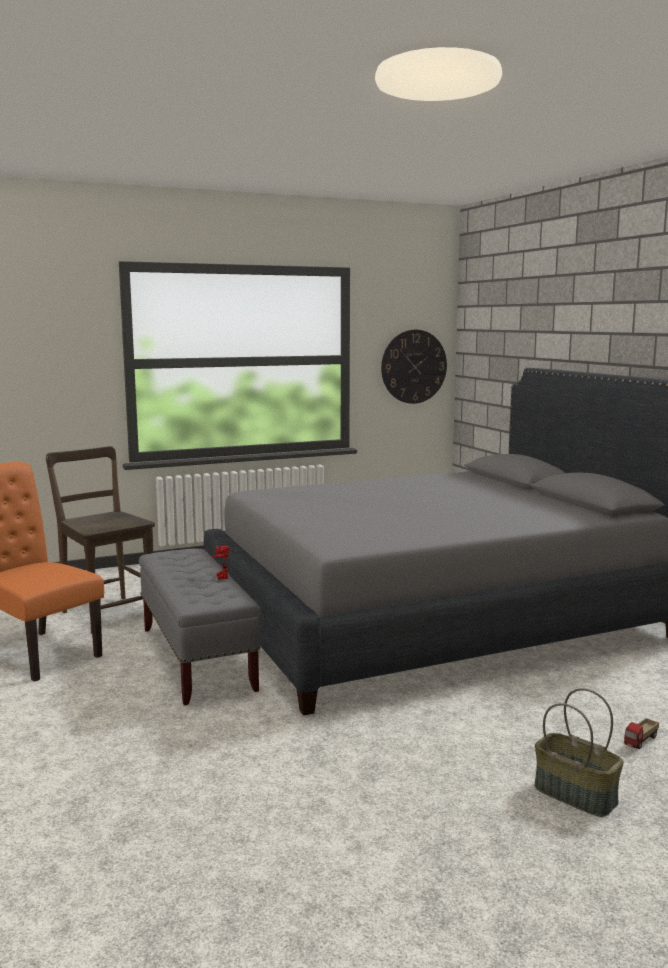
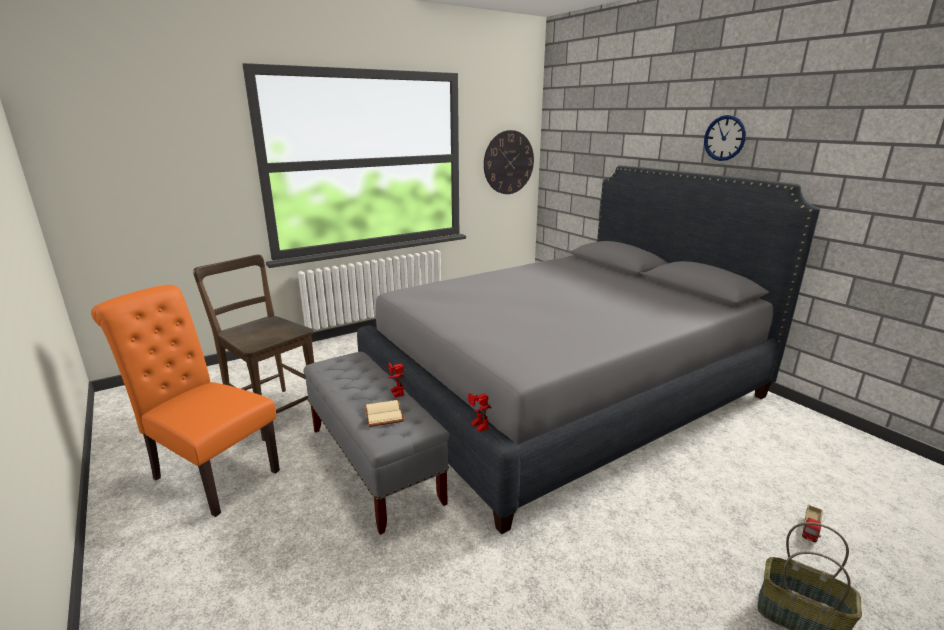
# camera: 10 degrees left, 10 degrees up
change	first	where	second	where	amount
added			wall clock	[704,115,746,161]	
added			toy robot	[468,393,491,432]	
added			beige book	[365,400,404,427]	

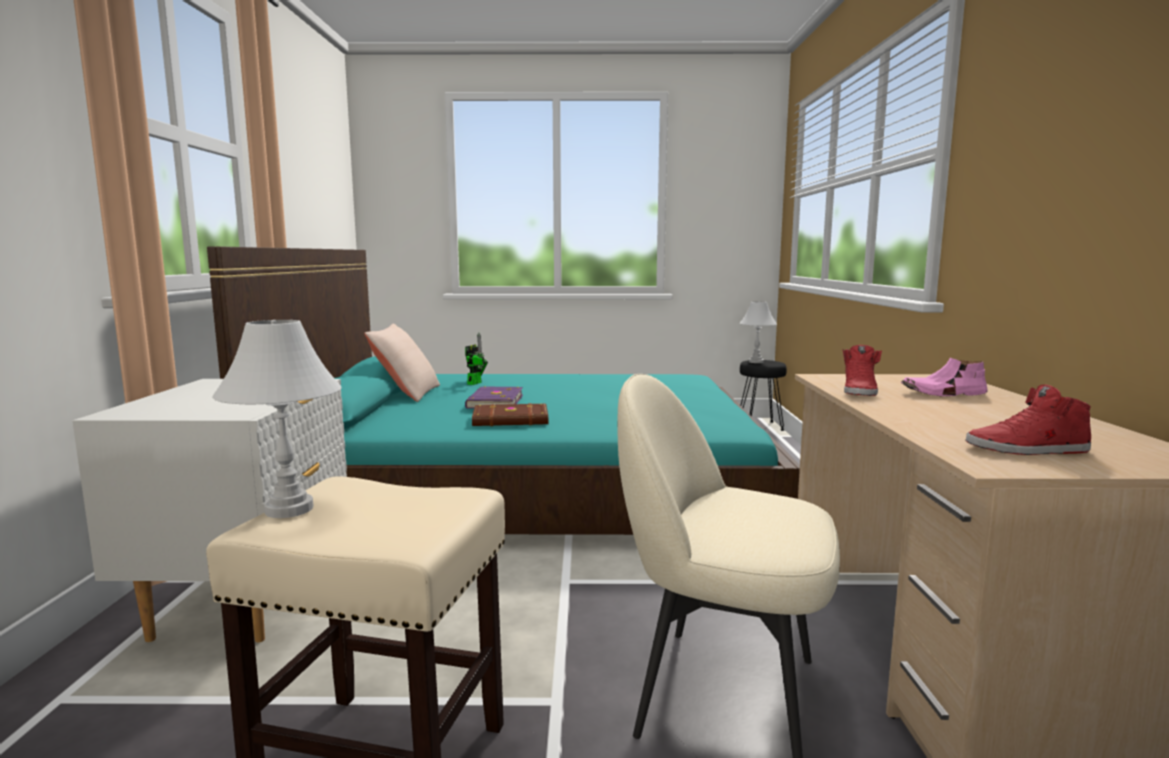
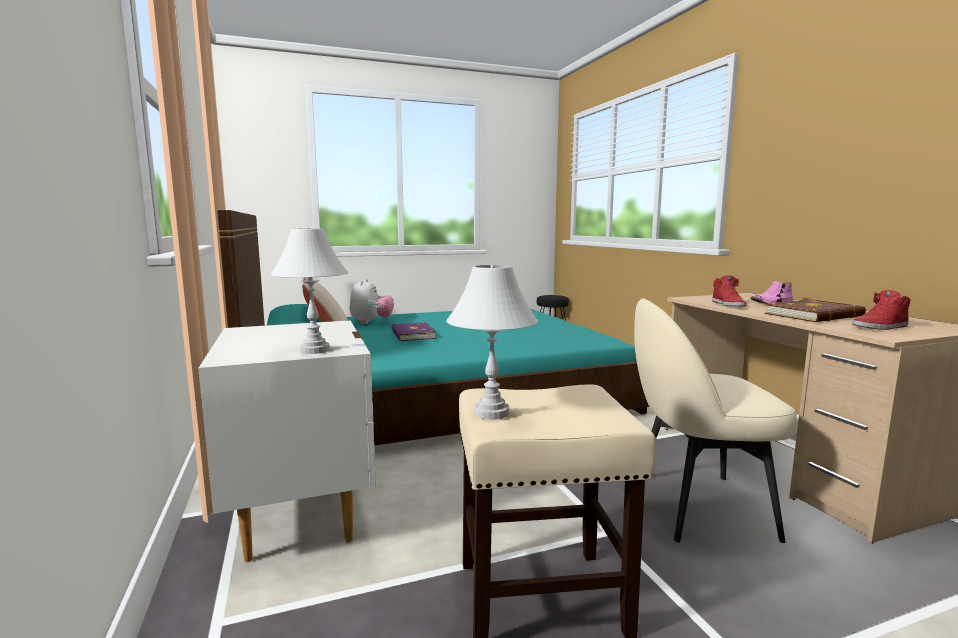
# camera: 20 degrees left, 0 degrees up
change	first	where	second	where	amount
moved	white table lamp	[740,301,777,363]		[270,228,348,354]	
replaced	toy robot	[465,333,488,385]	plush toy	[350,279,394,324]	
moved	brown book	[472,403,548,426]		[764,299,866,322]	

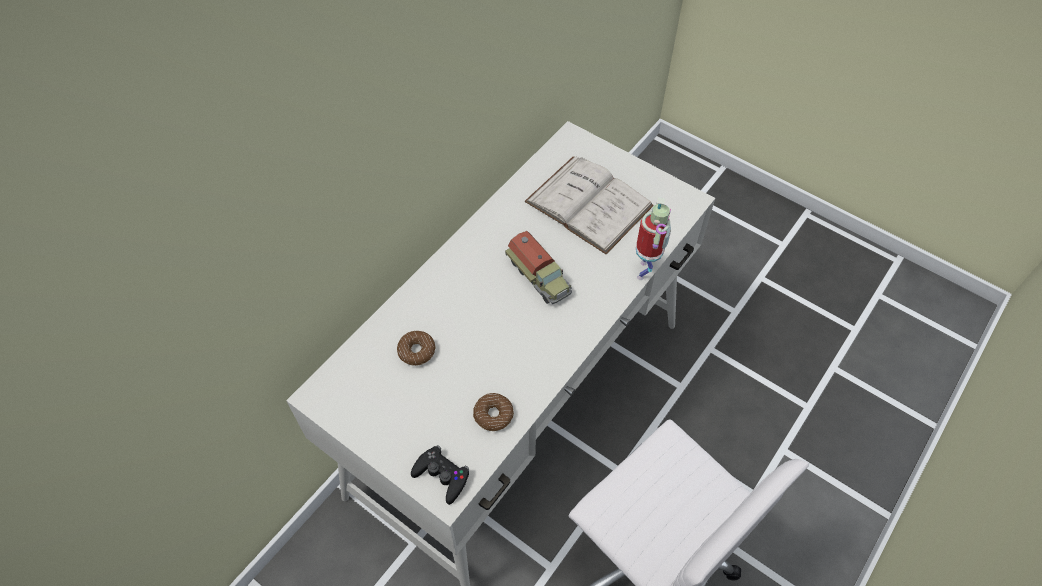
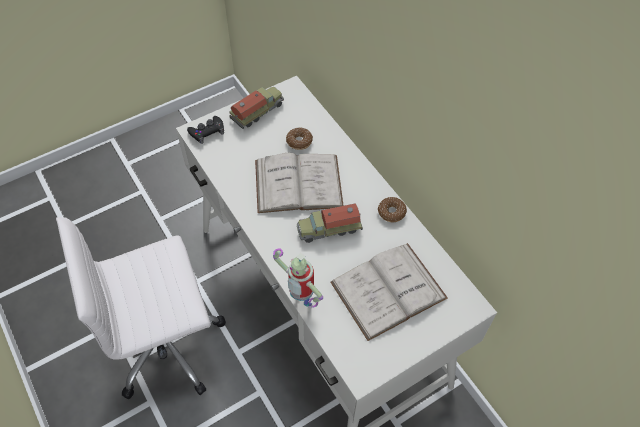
# camera: 110 degrees right, 0 degrees up
change	first	where	second	where	amount
moved	donut	[473,393,514,431]		[378,197,407,222]	
added			toy truck	[229,87,284,129]	
added			white book	[255,153,344,213]	

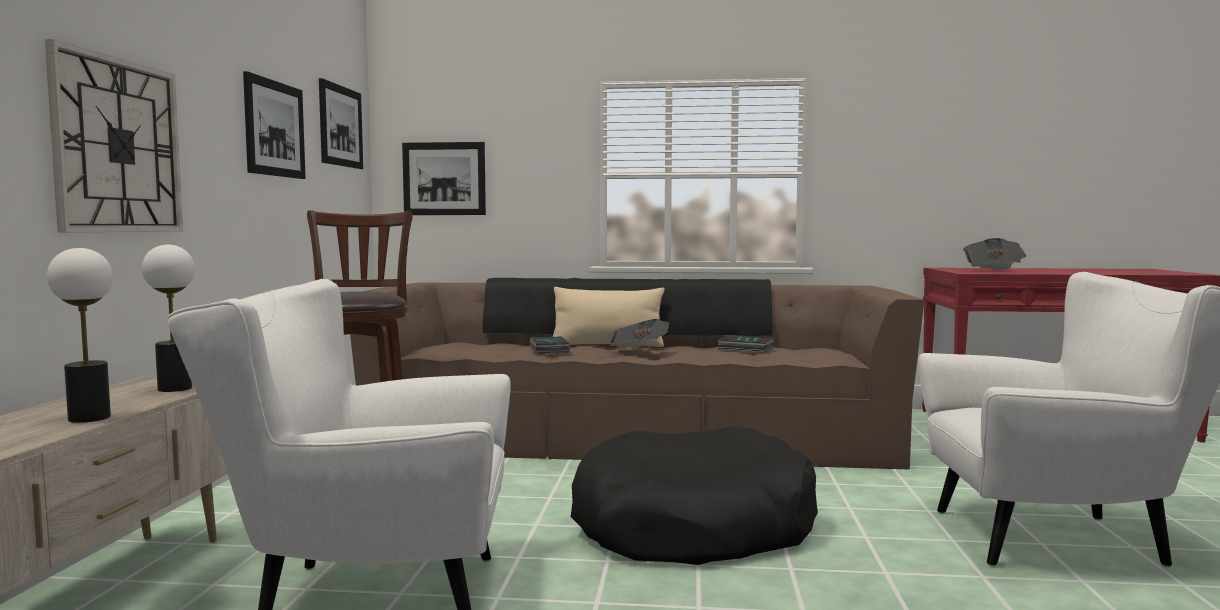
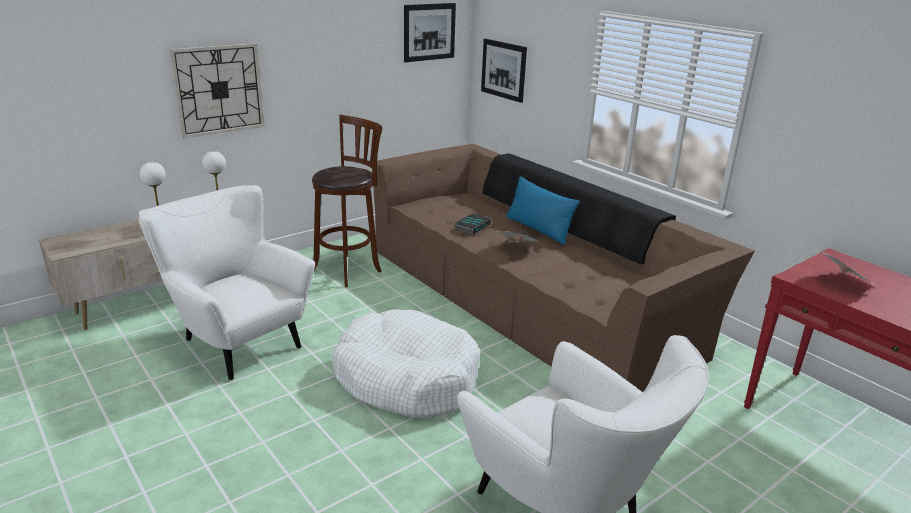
# camera: 45 degrees right, 20 degrees up
change	first	where	second	where	amount
removed	picture	[243,71,306,179]			
recoloured	beige pillow	[553,287,665,347]	blue pillow	[506,176,580,245]	
removed	book	[718,336,774,353]			
recoloured	black dog bed	[571,427,818,565]	white dog bed	[332,309,480,419]	

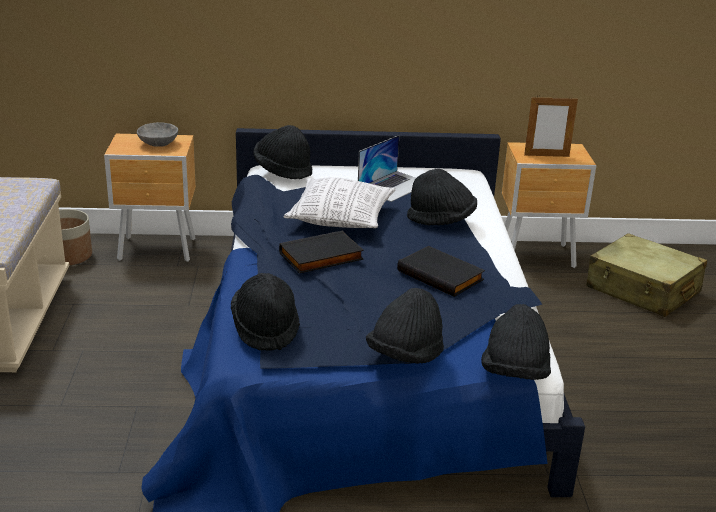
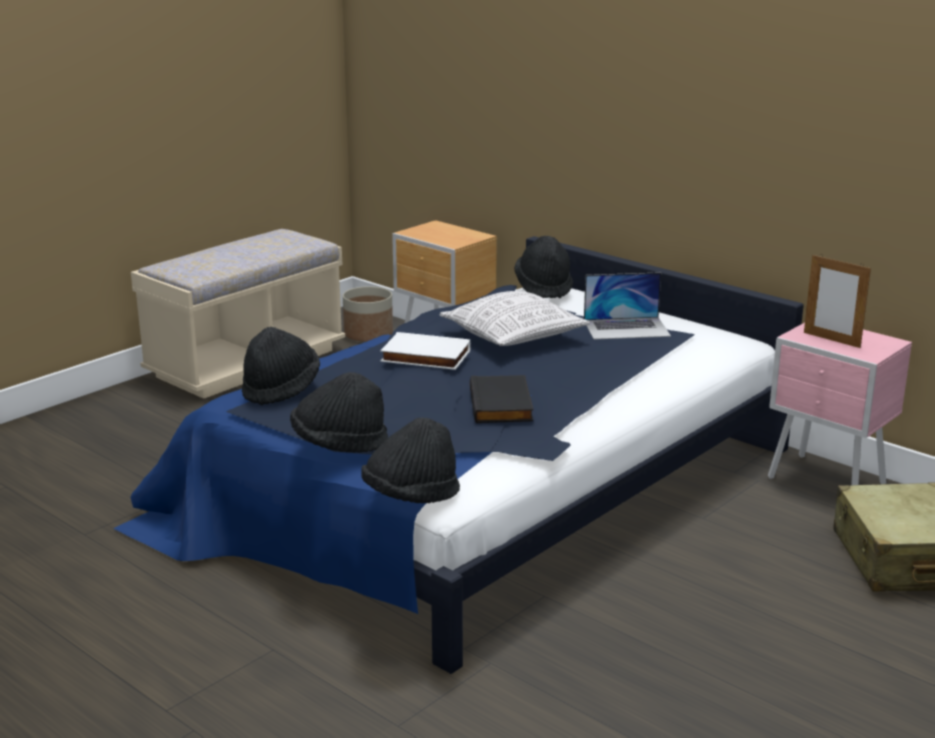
# camera: 45 degrees right, 5 degrees down
change	first	where	second	where	amount
removed	grey bowl	[137,122,178,146]			
recoloured	brown nightstand	[502,142,596,268]	pink nightstand	[768,323,912,485]	
removed	black hat	[407,169,477,225]			
recoloured	black book	[279,231,364,274]	white book	[380,332,471,370]	

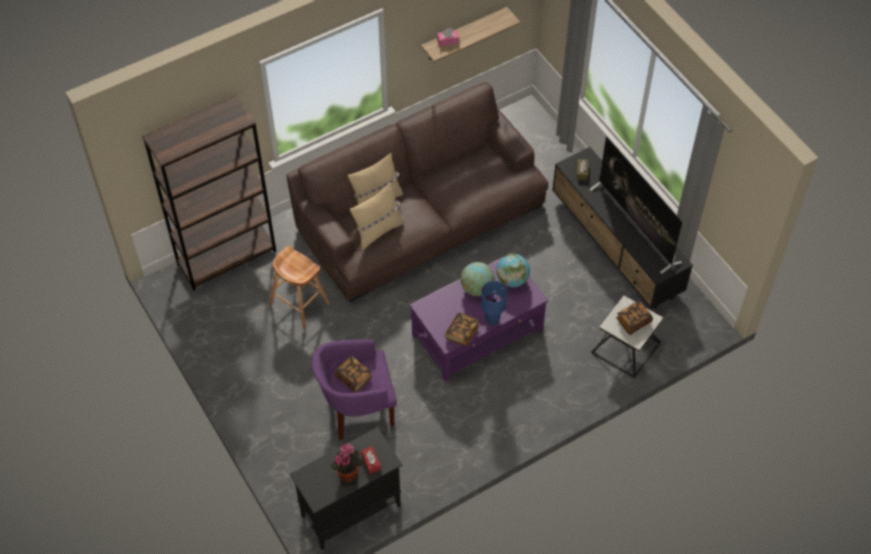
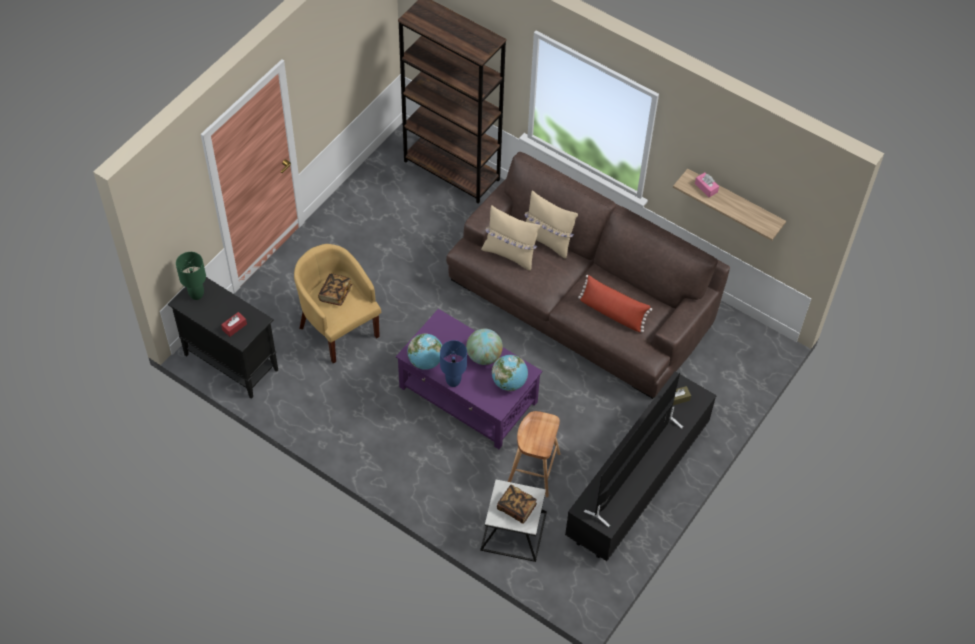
# camera: 65 degrees right, 0 degrees up
change	first	where	second	where	amount
moved	brown stool	[269,246,330,329]		[508,411,561,497]	
replaced	book	[445,313,479,346]	globe	[407,333,442,370]	
recoloured	purple armchair	[312,339,397,441]	yellow armchair	[294,244,381,364]	
removed	potted plant	[331,443,363,482]			
added			green table lamp	[176,252,206,300]	
added			red pillow	[578,275,652,332]	

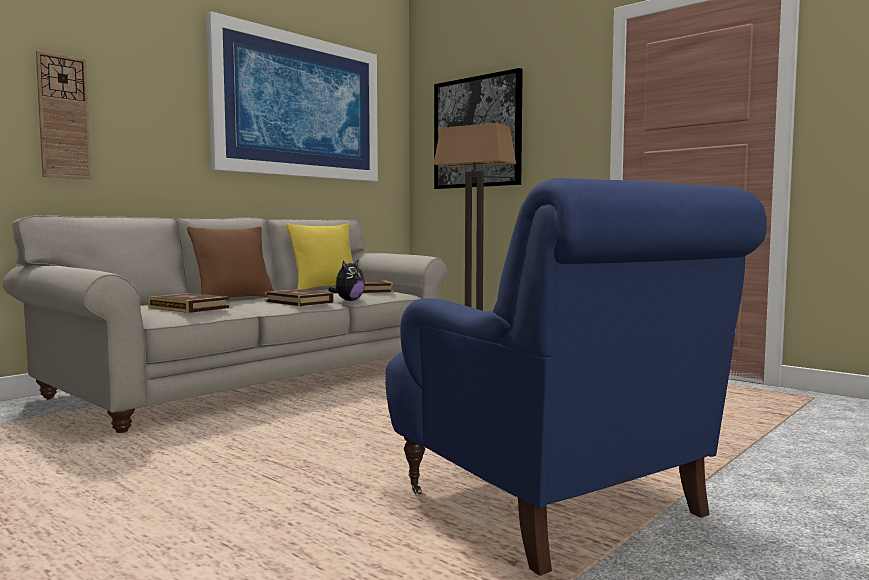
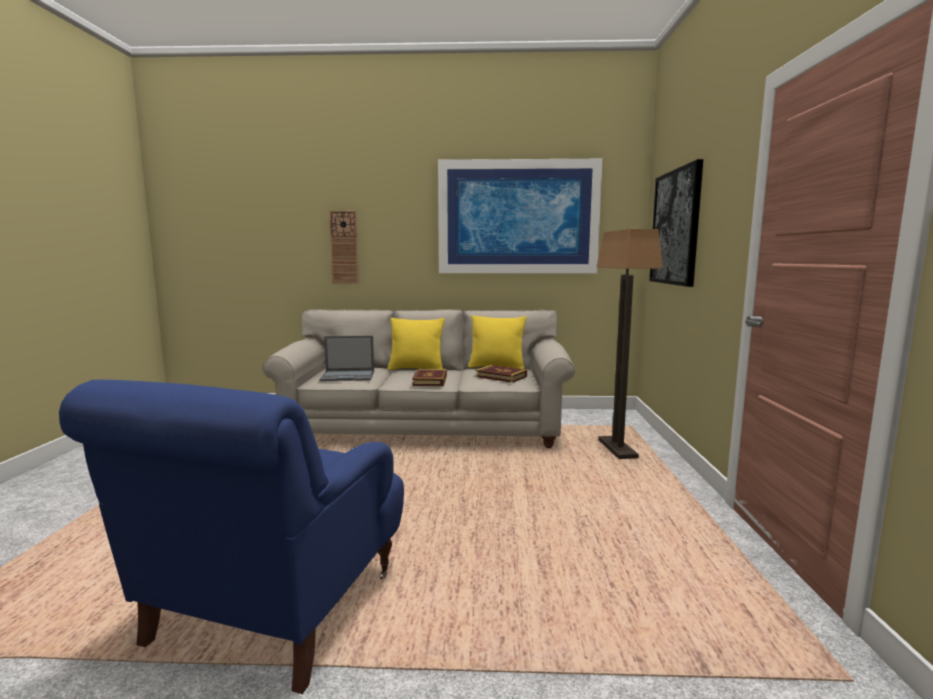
# camera: 50 degrees right, 5 degrees up
change	first	where	second	where	amount
recoloured	brown pillow	[187,226,274,298]	yellow pillow	[387,318,445,370]	
removed	plush toy	[328,260,365,301]			
replaced	book	[148,293,229,313]	laptop	[319,336,374,381]	

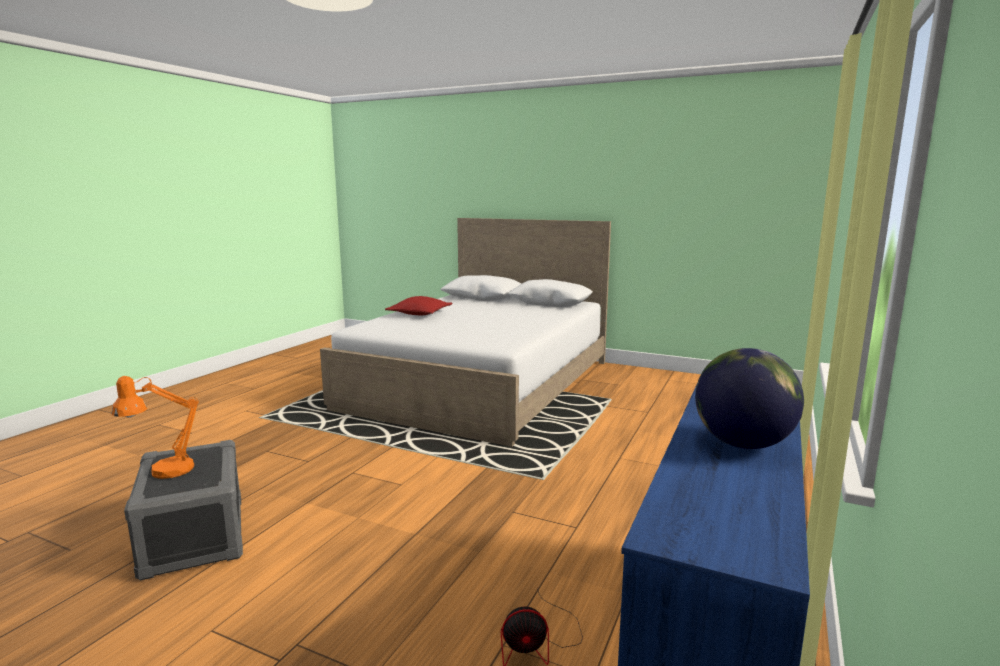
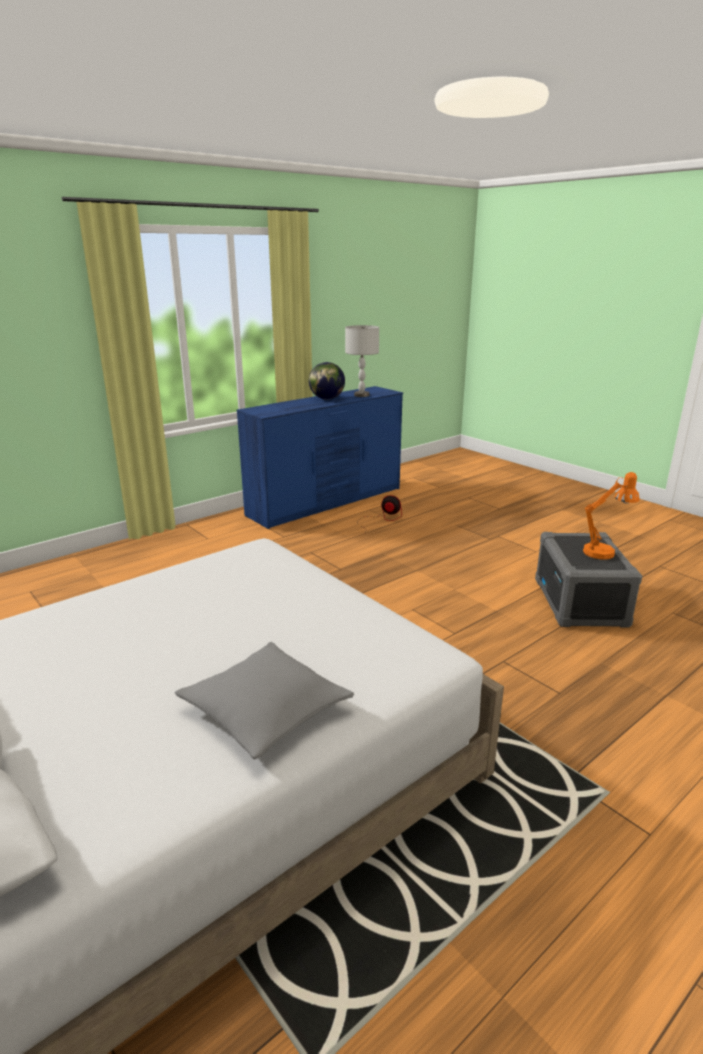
# camera: 155 degrees left, 10 degrees up
change	first	where	second	where	amount
recoloured	red pillow	[385,296,453,315]	grey pillow	[174,642,354,760]	
added			grey table lamp	[345,325,379,397]	

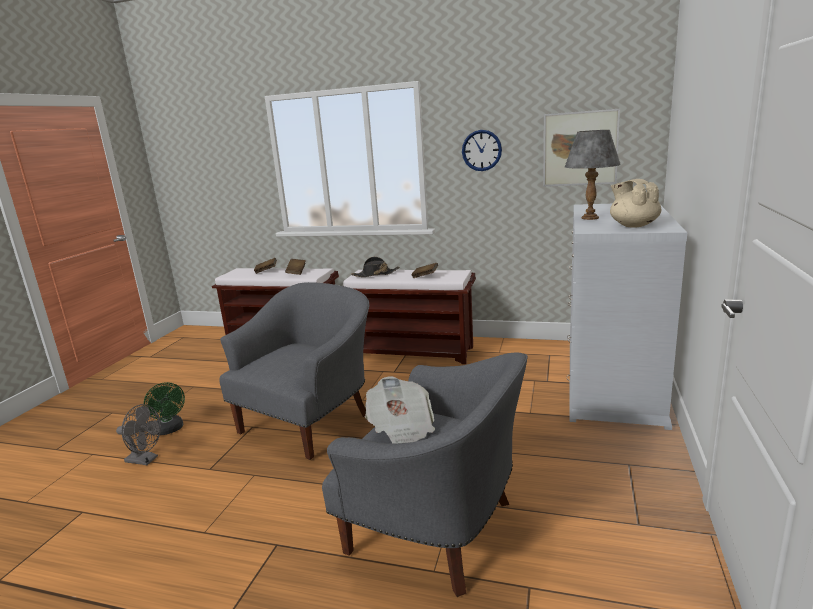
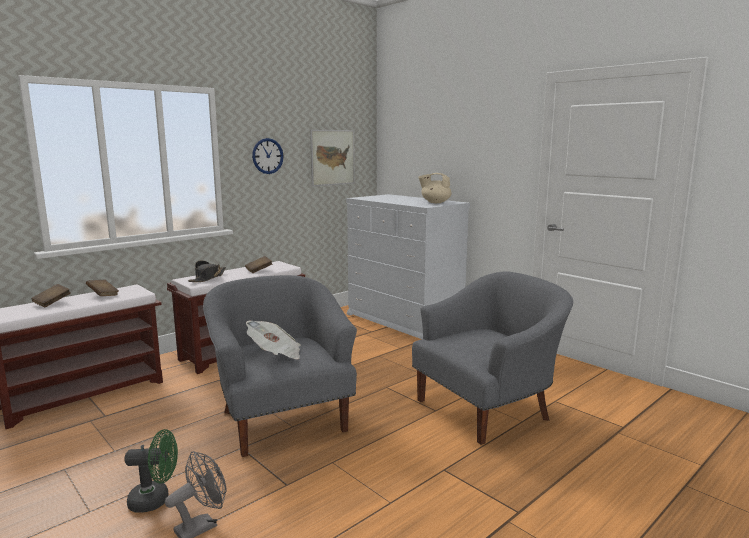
# camera: 60 degrees left, 5 degrees down
change	first	where	second	where	amount
removed	grey table lamp	[565,130,621,220]			
moved	newspaper	[365,376,435,444]		[246,320,301,359]	

